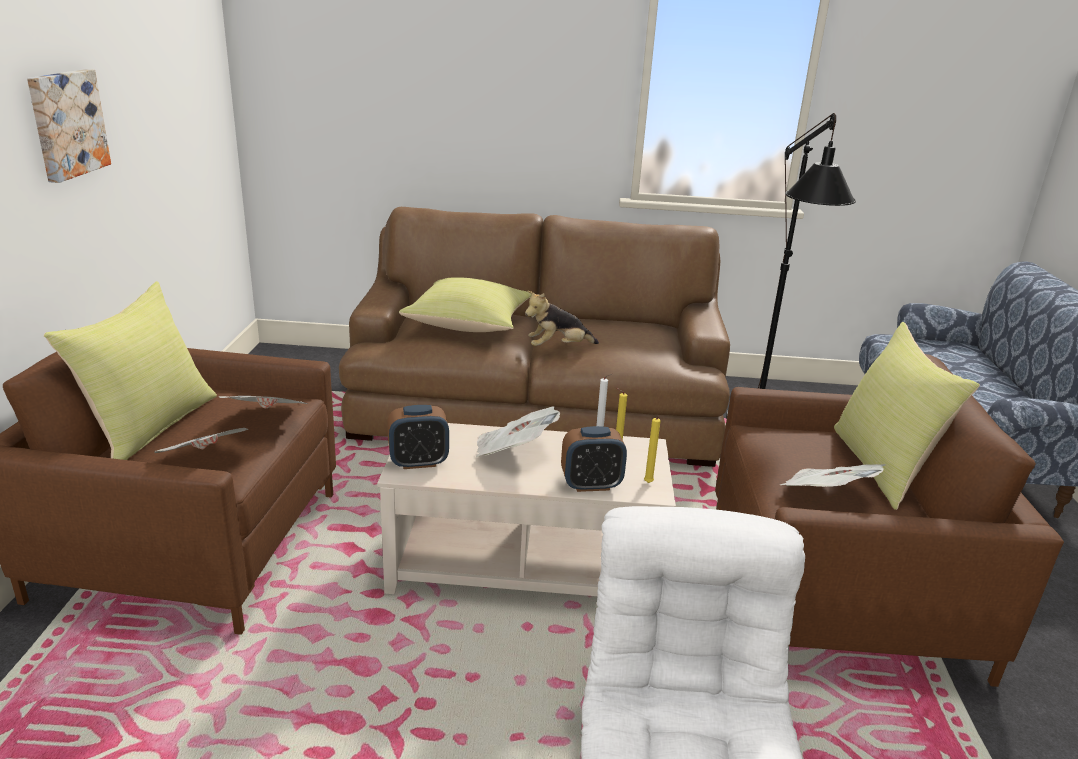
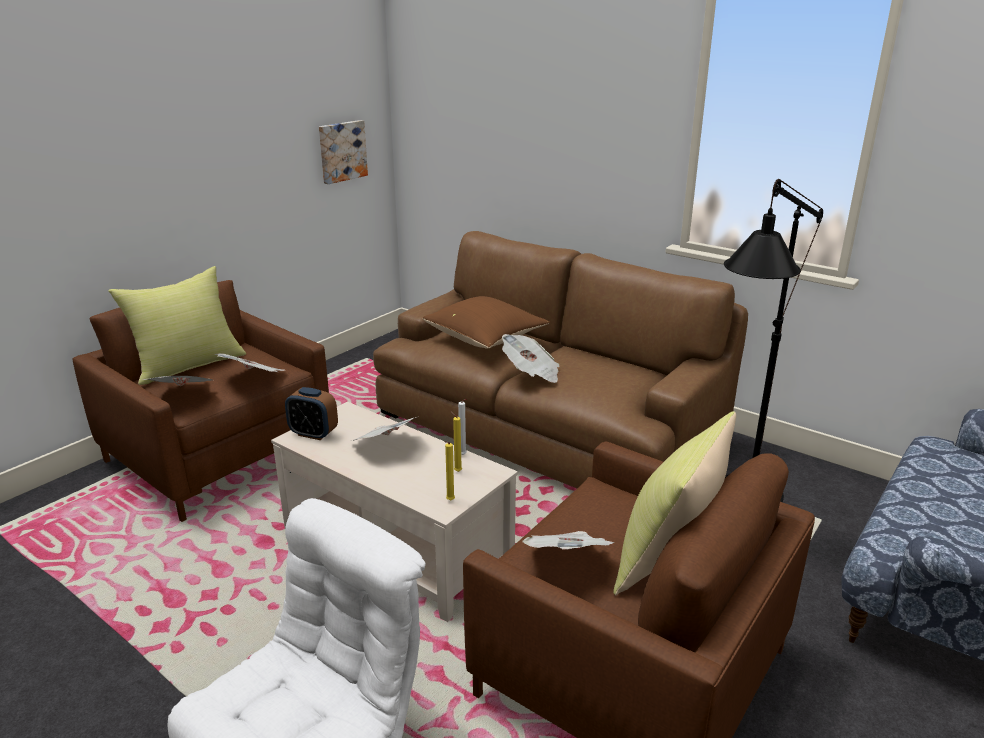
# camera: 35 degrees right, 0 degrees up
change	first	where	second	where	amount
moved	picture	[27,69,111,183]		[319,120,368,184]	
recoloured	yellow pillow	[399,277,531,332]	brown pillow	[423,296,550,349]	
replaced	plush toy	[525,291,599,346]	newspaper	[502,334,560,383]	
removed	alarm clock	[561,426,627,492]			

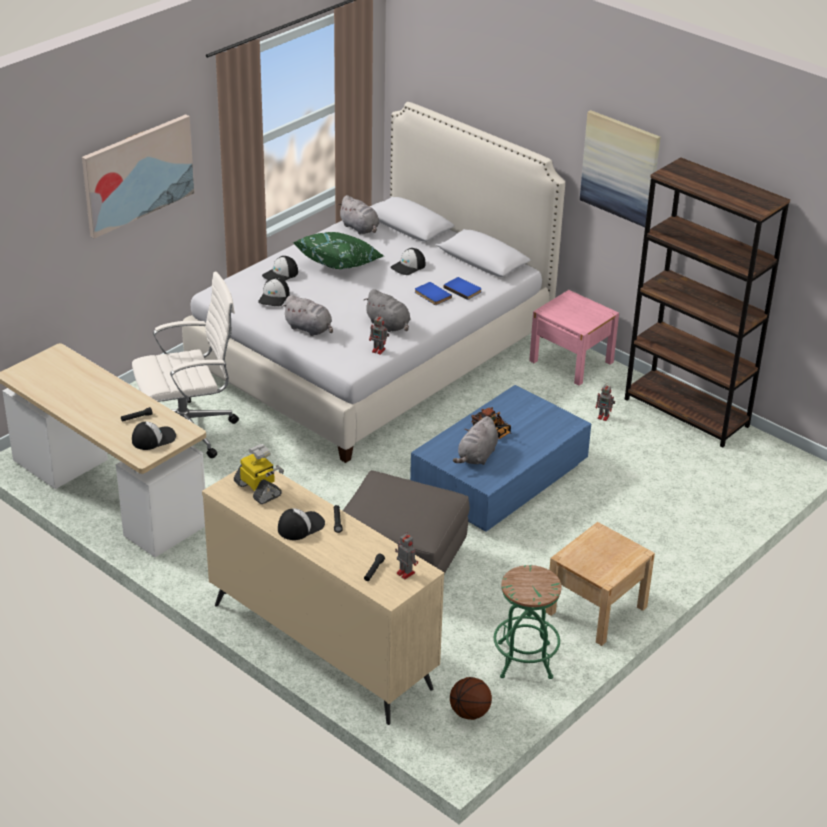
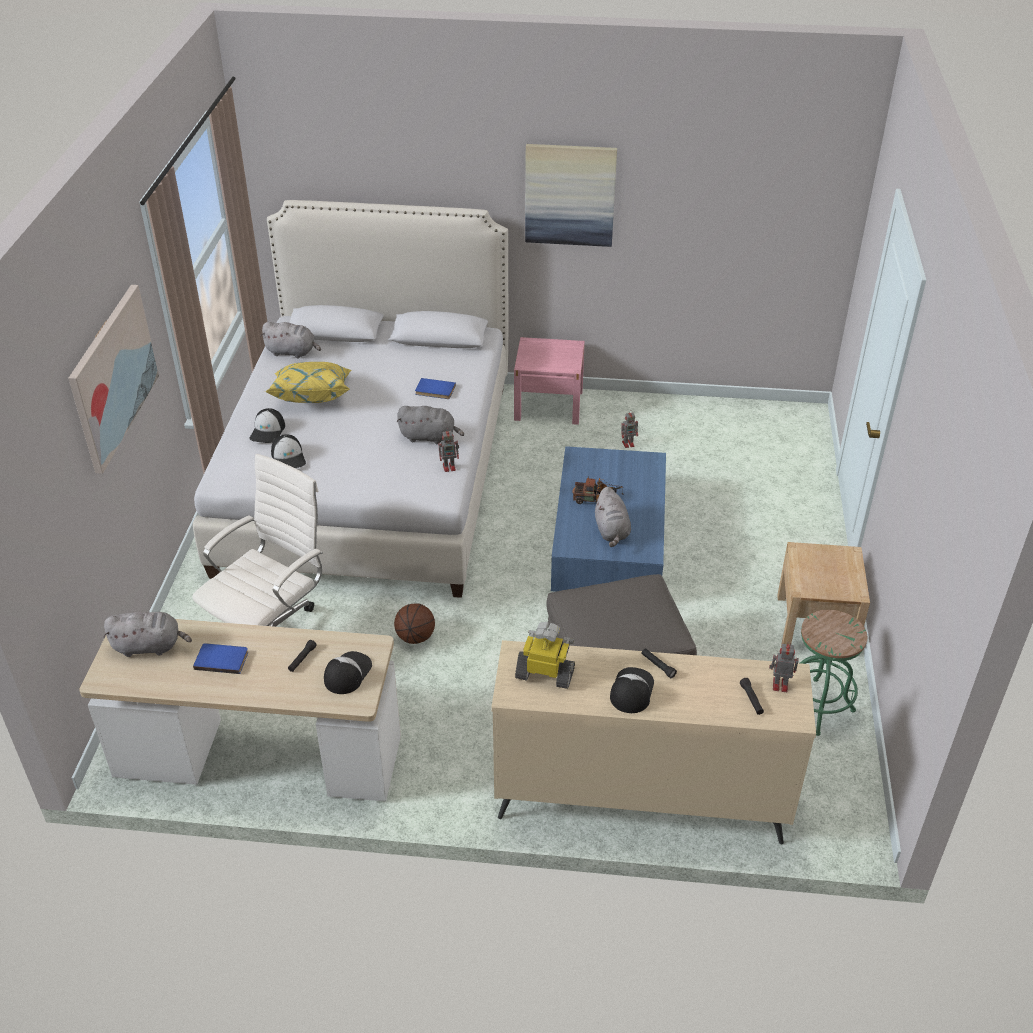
# camera: 35 degrees left, 5 degrees up
change	first	where	second	where	amount
removed	brown bookcase	[625,157,790,448]			
recoloured	green pillow	[293,232,384,269]	yellow pillow	[266,362,351,403]	
removed	cap	[391,248,425,275]			
moved	blue book	[443,277,482,300]		[193,643,248,674]	
moved	grey plush toy	[282,295,333,336]		[104,611,192,657]	
moved	basketball	[450,677,492,720]		[394,603,435,644]	

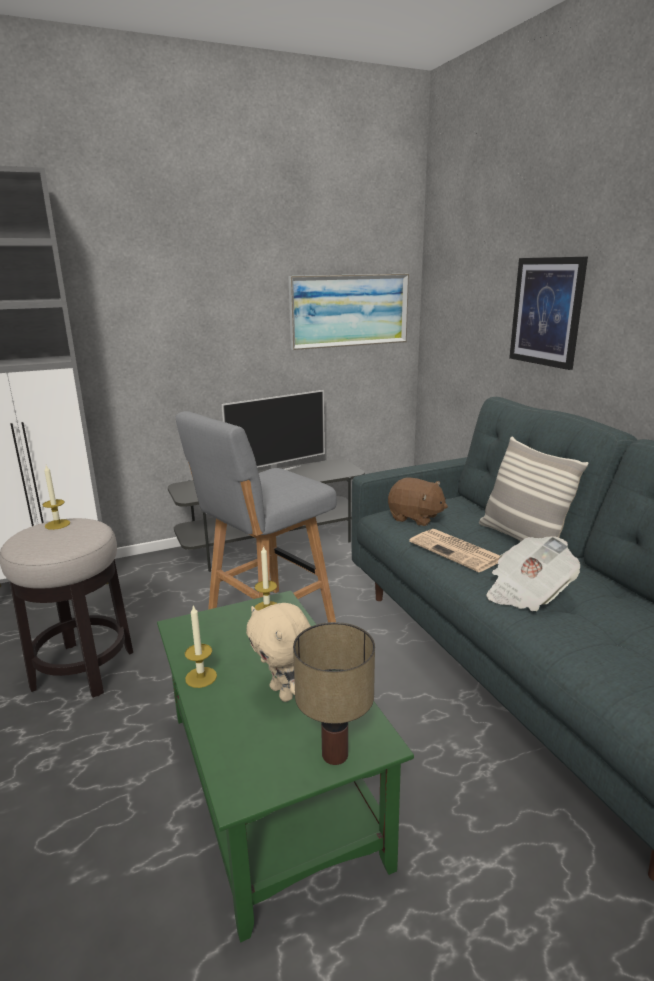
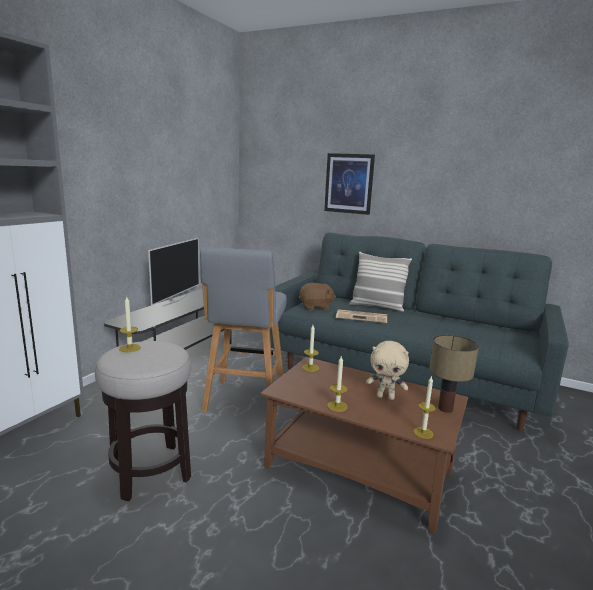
# camera: 40 degrees left, 5 degrees down
change	first	where	second	where	amount
removed	picture	[288,274,409,350]			
removed	newspaper	[486,536,580,611]			
recoloured	green coffee table	[157,591,414,942]	brown coffee table	[260,357,468,533]	
added			candle	[414,375,436,439]	

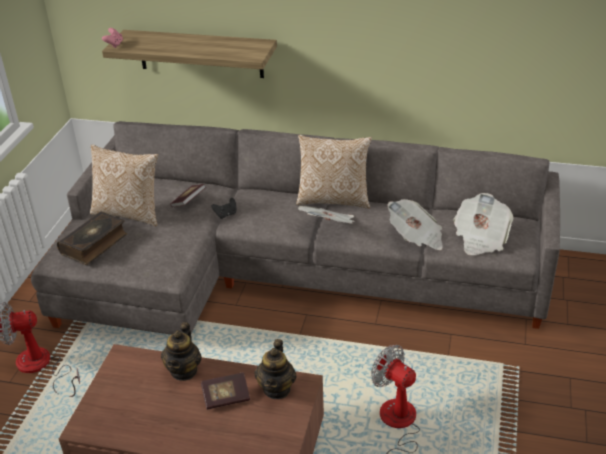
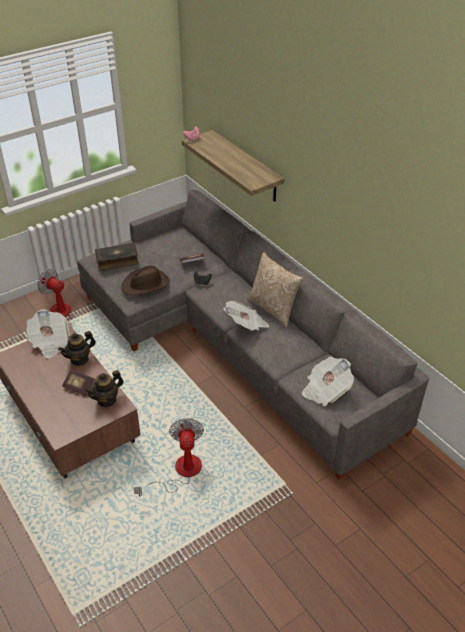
# camera: 40 degrees right, 5 degrees up
change	first	where	second	where	amount
removed	pillow	[90,144,158,226]			
moved	newspaper	[387,199,443,250]		[26,309,70,358]	
added			brown hat	[121,266,170,296]	

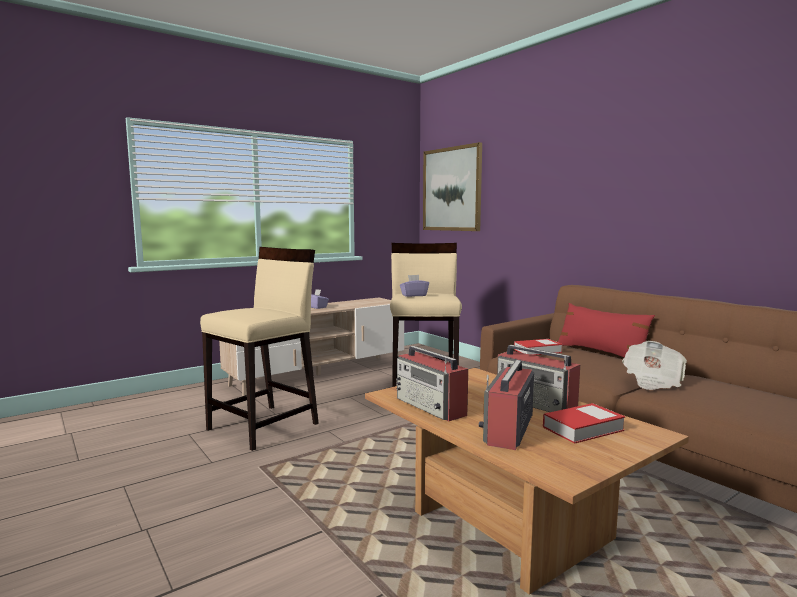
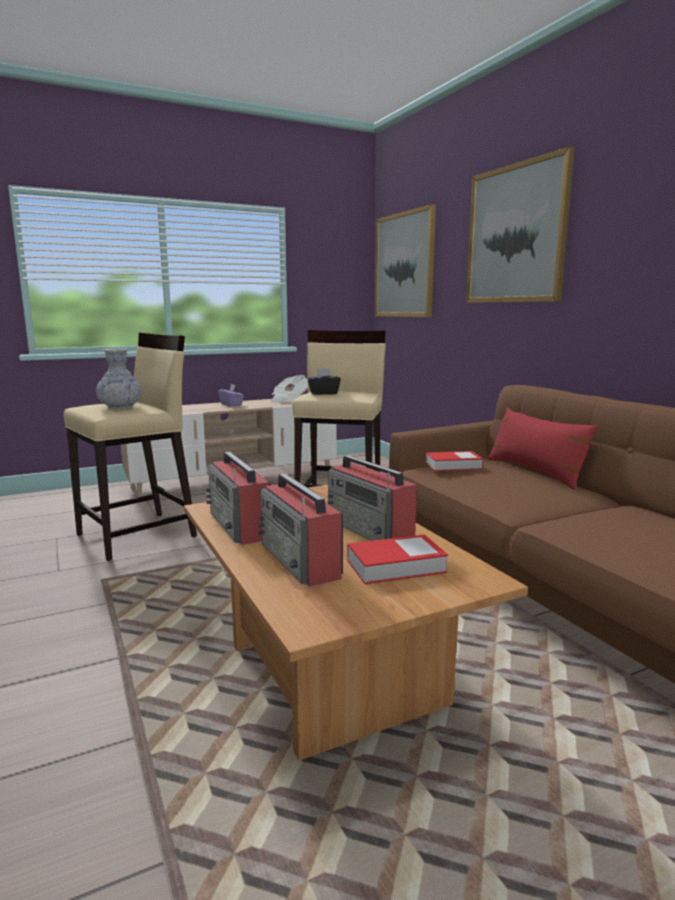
# camera: 10 degrees right, 5 degrees up
change	first	where	second	where	amount
recoloured	purple tissue box	[400,275,429,297]	black tissue box	[308,369,341,395]	
moved	newspaper	[622,341,687,390]		[270,375,308,403]	
turned	radio	[478,360,534,450]		[258,474,343,587]	60 degrees counterclockwise
added			picture	[466,146,575,303]	
added			vase	[96,349,142,409]	

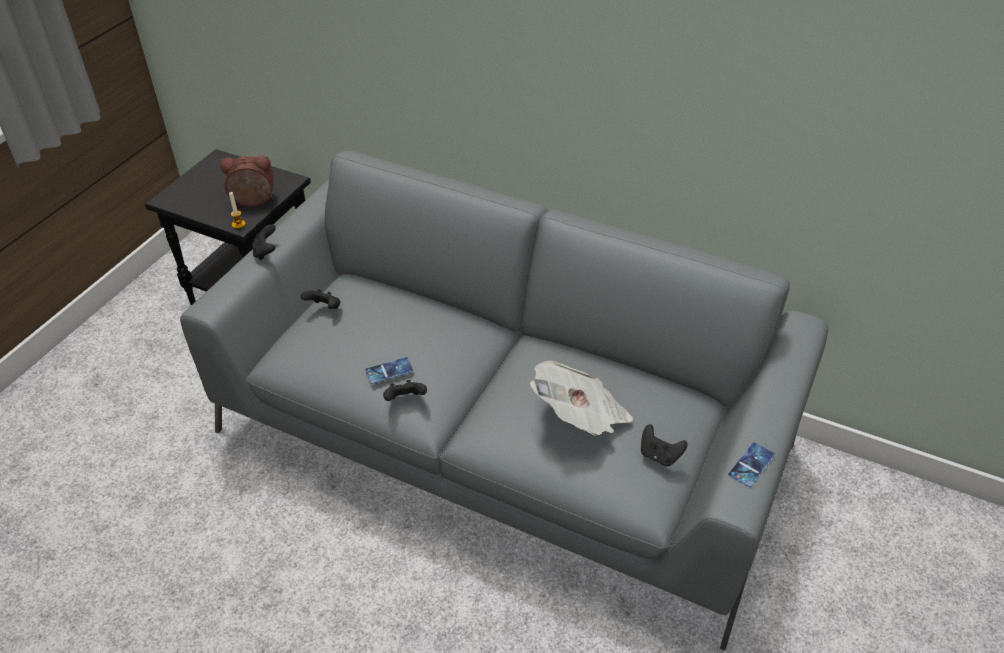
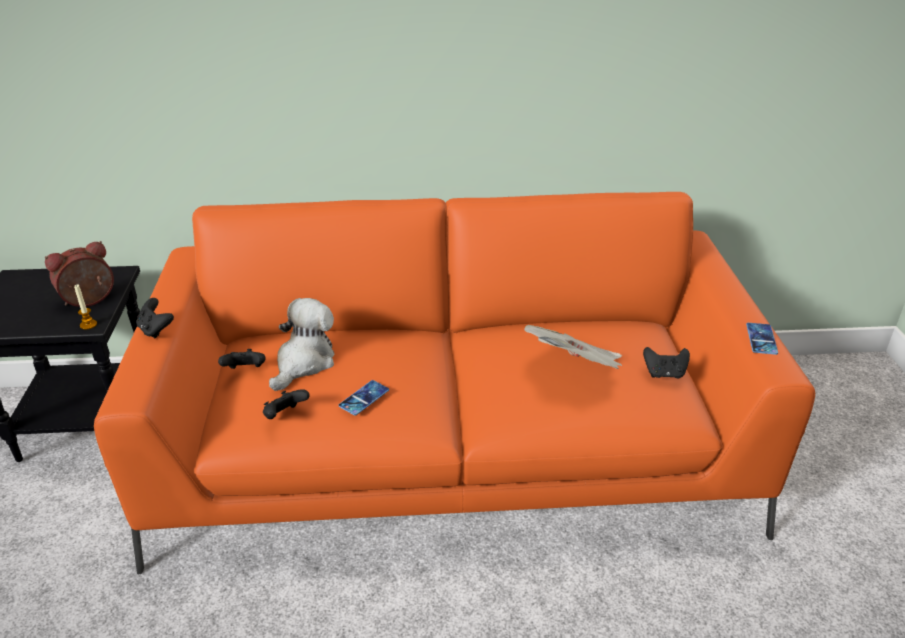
# camera: 30 degrees left, 10 degrees down
change	first	where	second	where	amount
recoloured	grey sofa	[180,151,828,651]	orange sofa	[94,192,815,574]	
moved	black game controller	[383,380,427,401]		[263,389,309,419]	
added			plush toy	[269,298,334,391]	

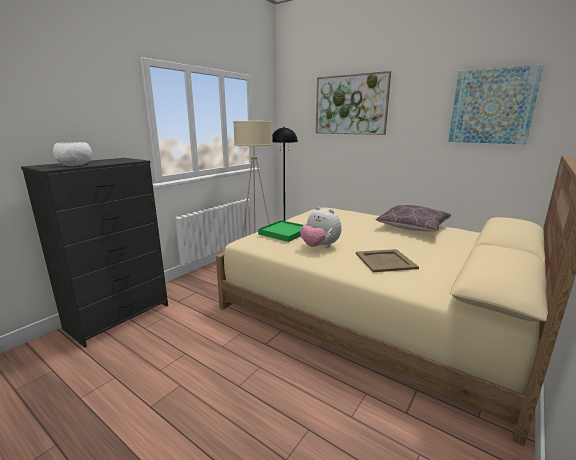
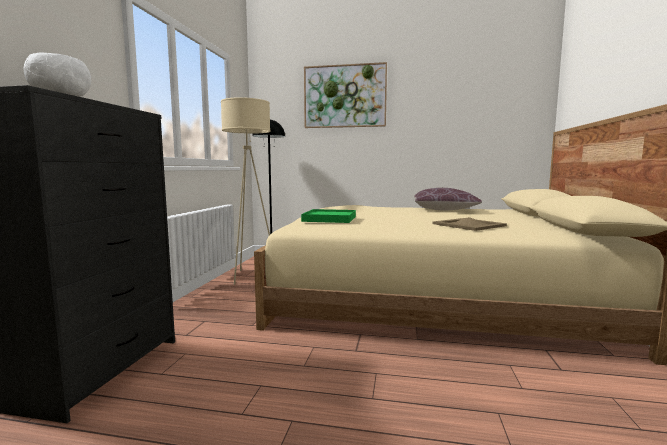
# camera: 25 degrees left, 10 degrees down
change	first	where	second	where	amount
removed	picture	[448,64,544,144]			
removed	plush toy	[300,207,342,247]			

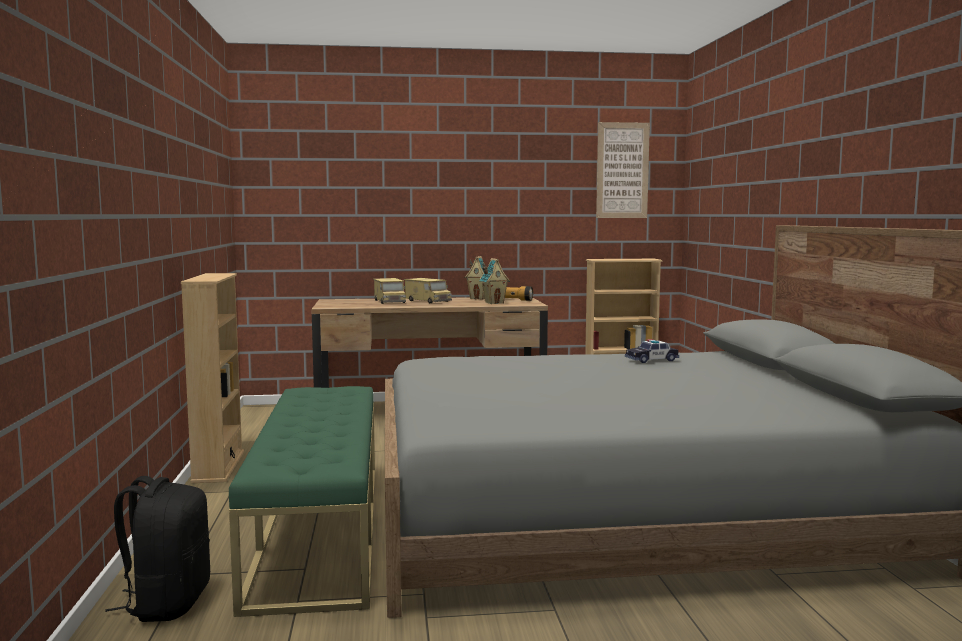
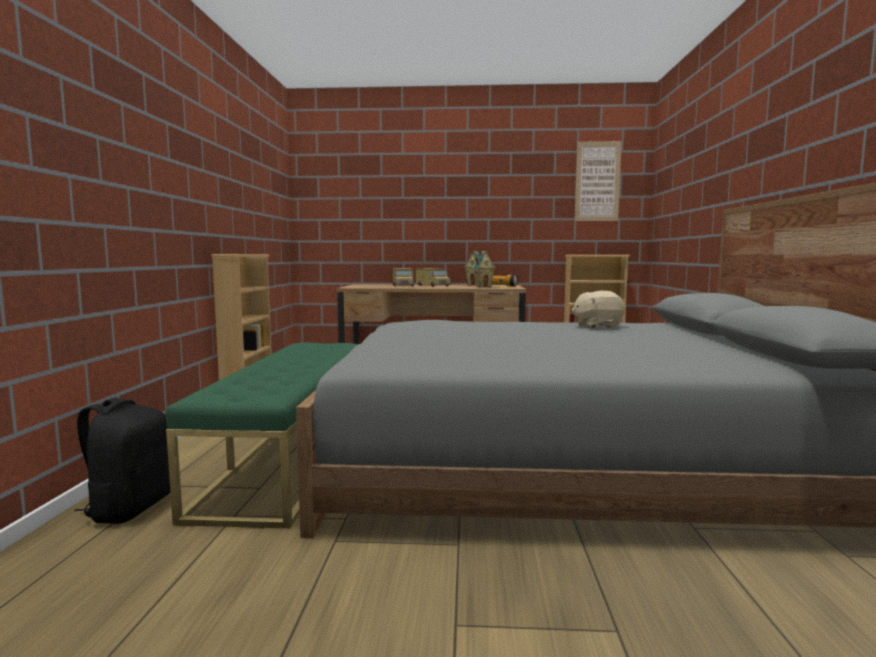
# camera: 10 degrees right, 0 degrees up
change	first	where	second	where	amount
replaced	toy car	[625,339,679,363]	beige plush toy	[571,291,625,328]	

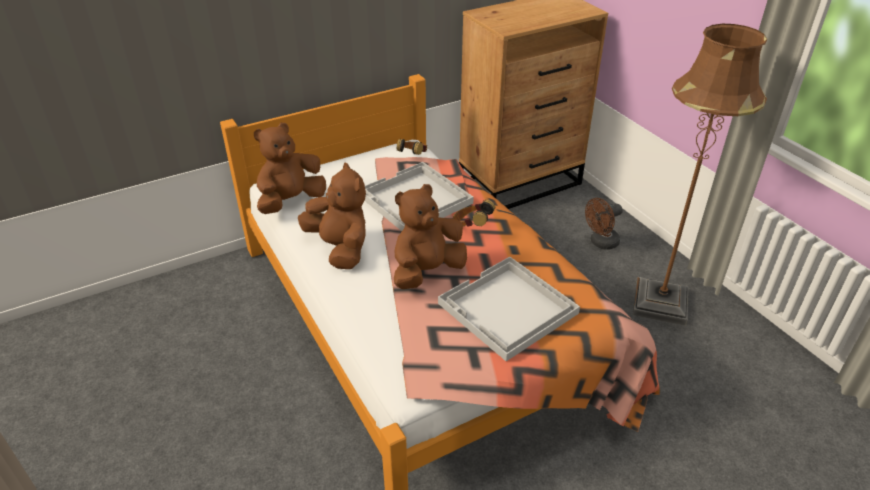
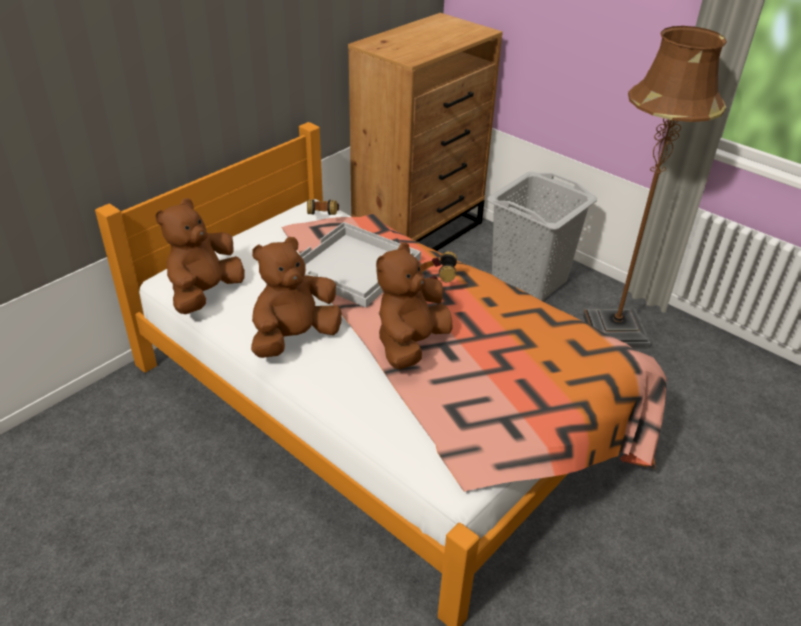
# camera: 20 degrees left, 0 degrees up
change	first	where	second	where	amount
turned	brown plush toy	[298,163,366,269]		[251,237,342,358]	75 degrees counterclockwise
replaced	brown fan	[585,198,623,250]	grey laundry basket	[487,171,597,301]	
removed	white tray	[438,257,580,361]			

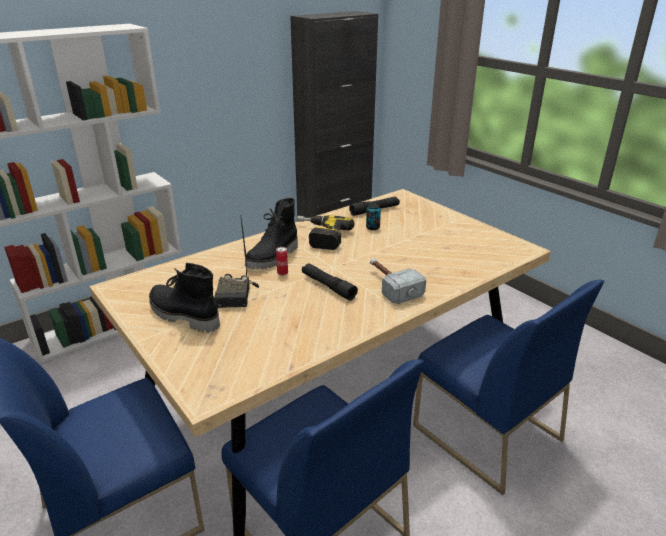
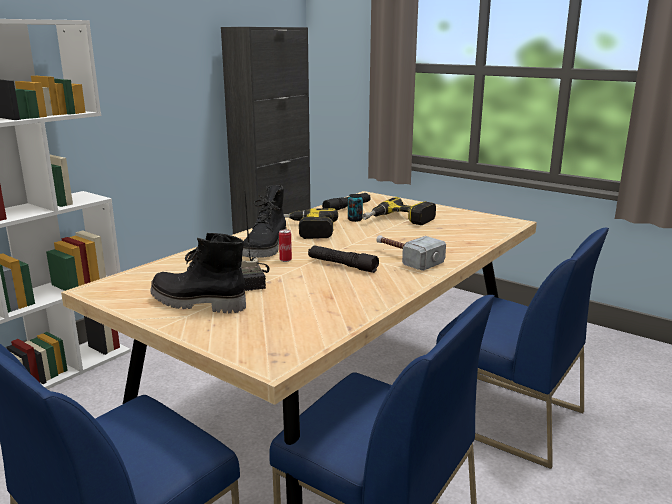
# camera: 15 degrees left, 10 degrees down
change	first	where	second	where	amount
added			power drill	[362,197,436,225]	

